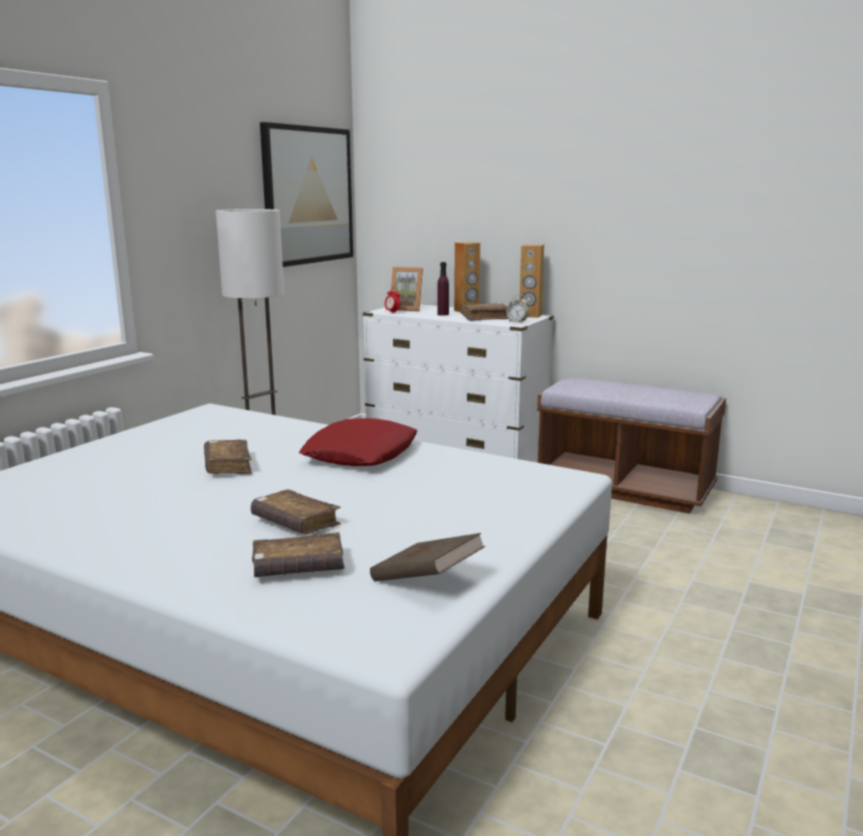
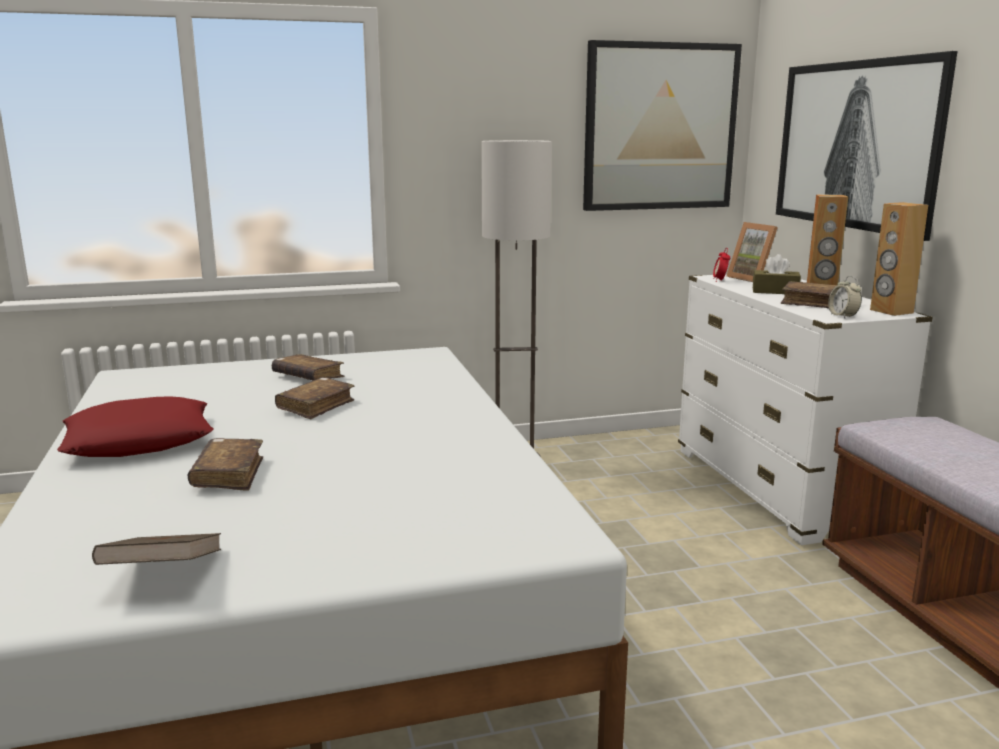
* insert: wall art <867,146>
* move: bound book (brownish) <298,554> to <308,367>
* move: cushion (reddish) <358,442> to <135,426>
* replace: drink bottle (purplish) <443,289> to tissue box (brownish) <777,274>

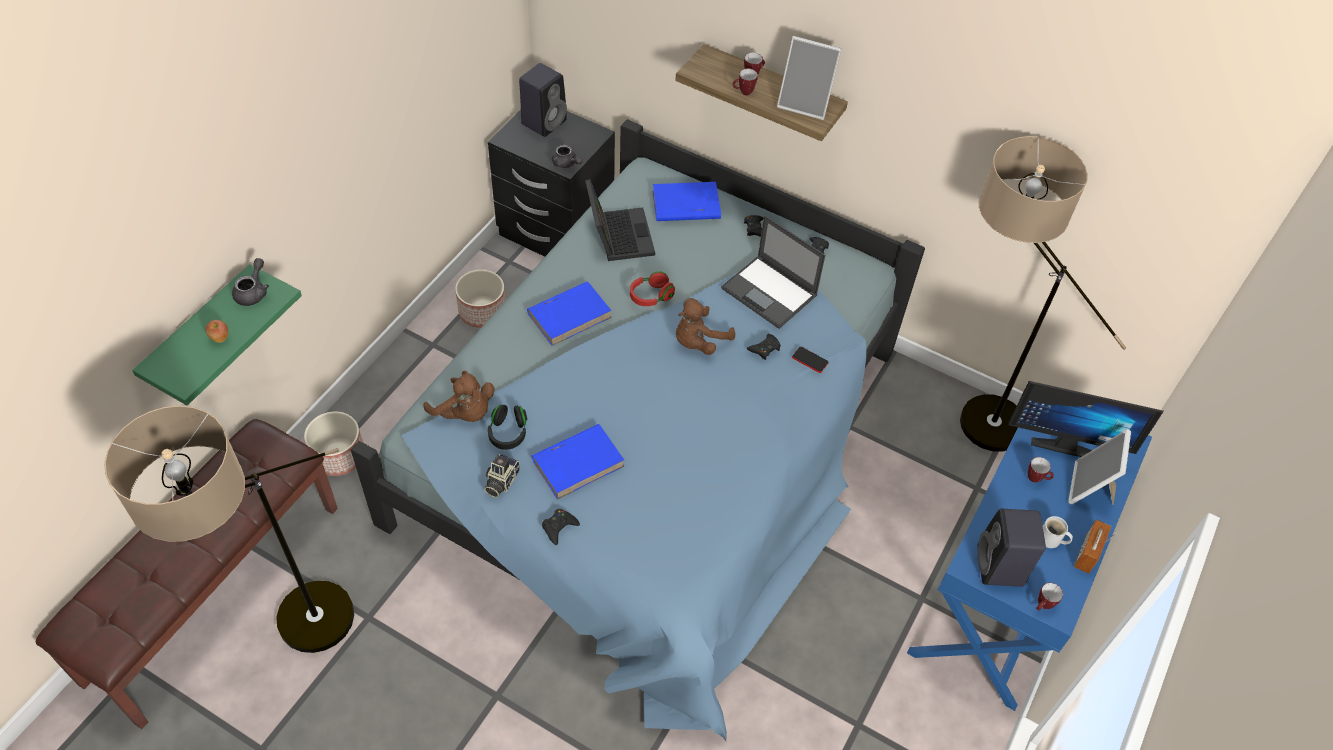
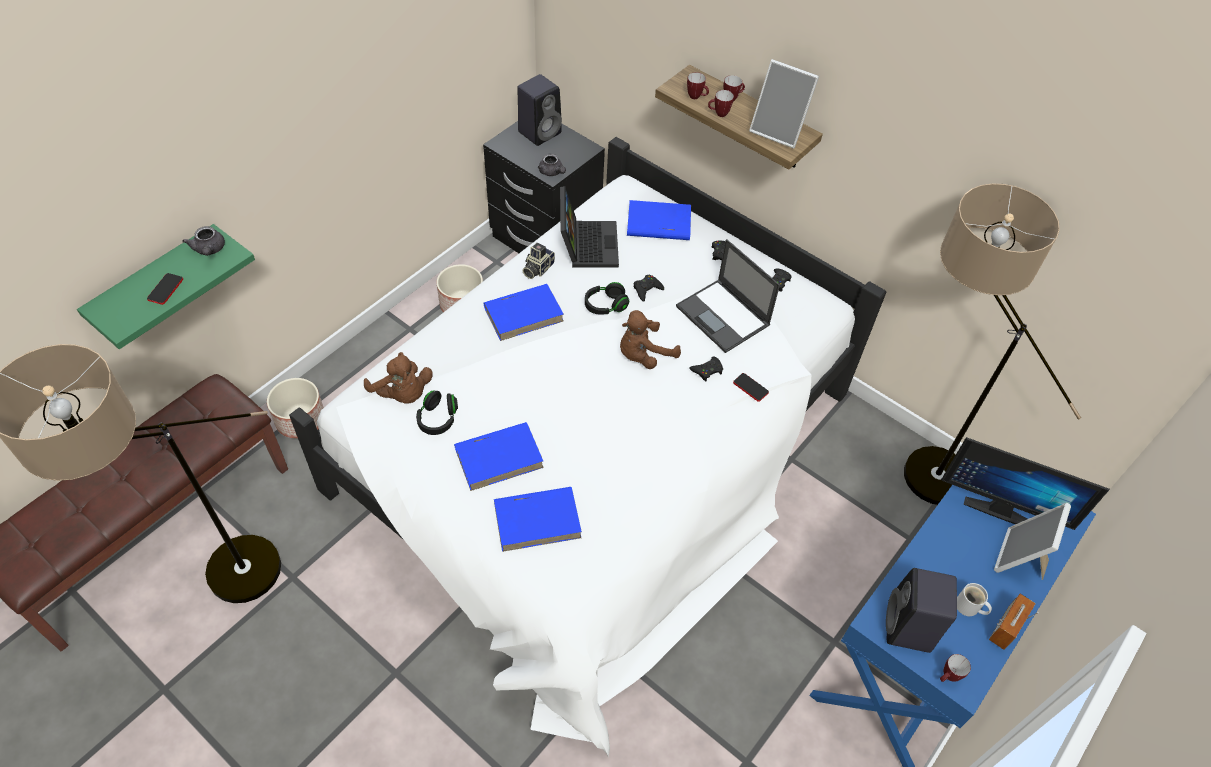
* insert: bound book (blue-coloured) <538,519>
* move: still camera <502,476> to <539,260>
* move: gamepad (black-coloured) <561,527> to <649,288>
* move: coffee mug <1041,470> to <698,85>
* replace: apple fruit <216,331> to phone <165,289>
* recolor: bedroom bed (blue-coloured) <638,430> to bedroom bed (whitish) <587,447>
* recolor: headphones (reddish) <652,288> to headphones (black-coloured) <607,298>
* rotate: teapot (gray) <250,282> = <203,241> 135 degrees clockwise

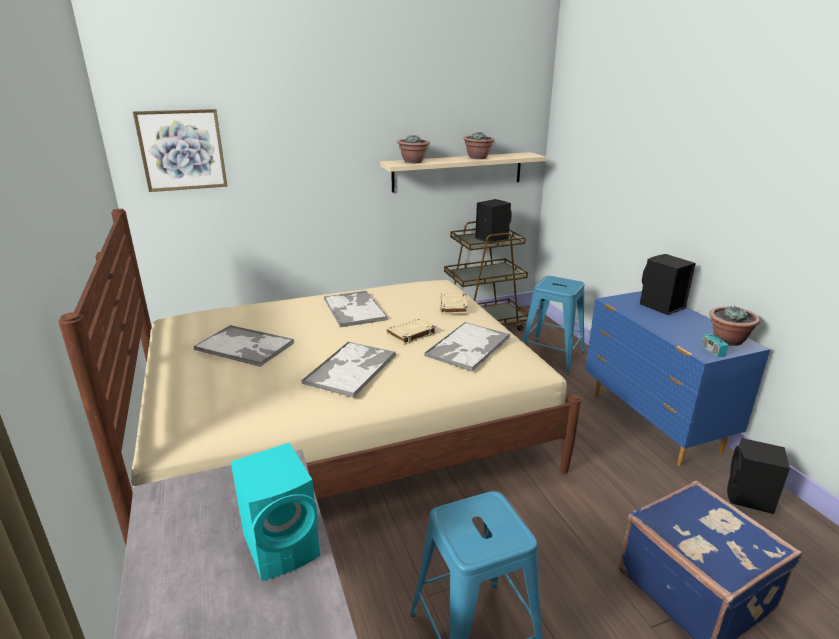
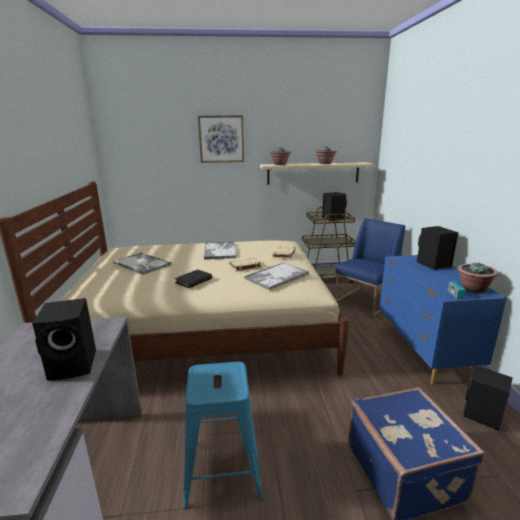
* move: wall art <180,150> to <221,139>
* replace: tray <348,369> to bound book (black-coloured) <193,278>
* replace: stool seat (blue-coloured) <553,325> to upright chair (blue-coloured) <370,267>
* recolor: audio speaker (turquoise-coloured) <275,511> to audio speaker (black-coloured) <64,339>

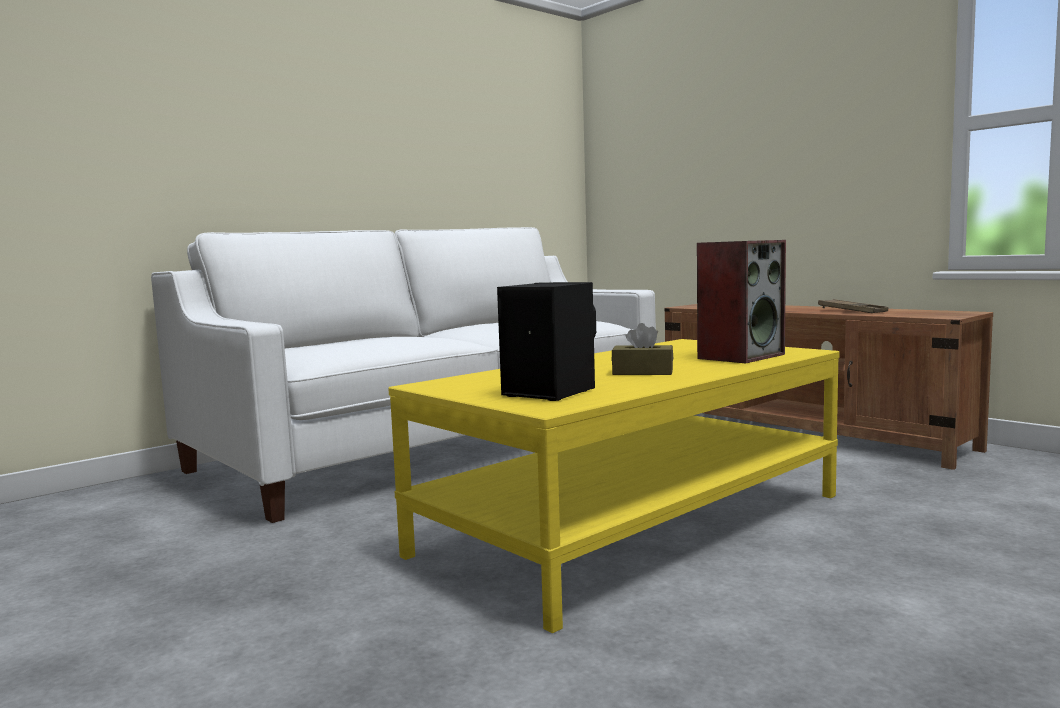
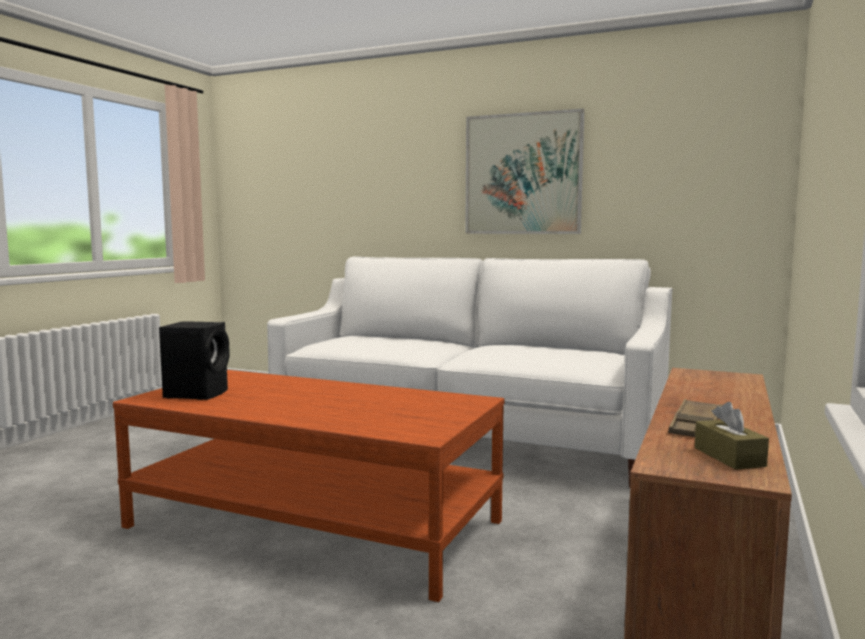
* delete: audio speaker <741,301>
* insert: wall art <524,171>
* move: tissue box (brownish) <642,349> to <732,436>
* recolor: coffee table (yellow) <614,486> to coffee table (brownish) <309,486>

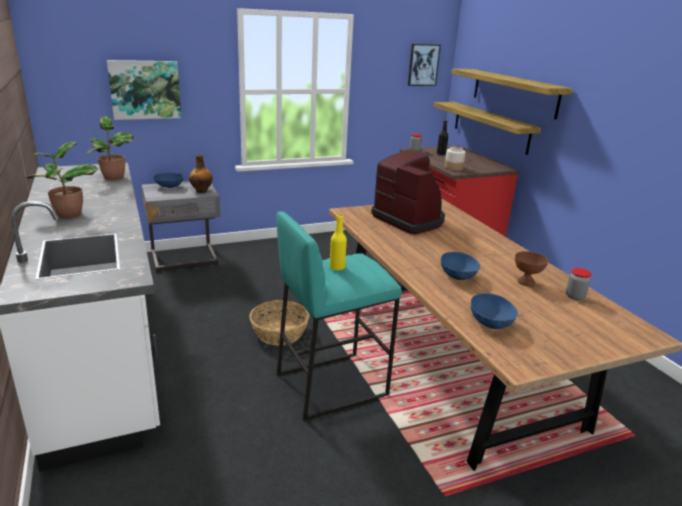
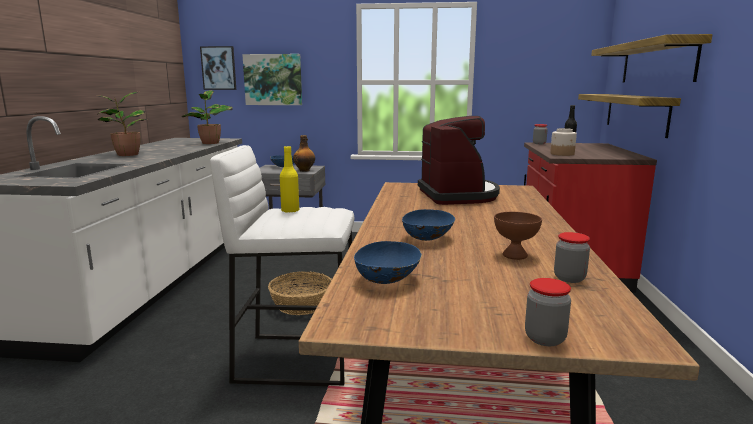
* insert: preserve jar <548,312>
* move: wall art <424,65> to <218,68>
* recolor: stool seat (turquoise-coloured) <339,316> to stool seat (whitish) <282,265>

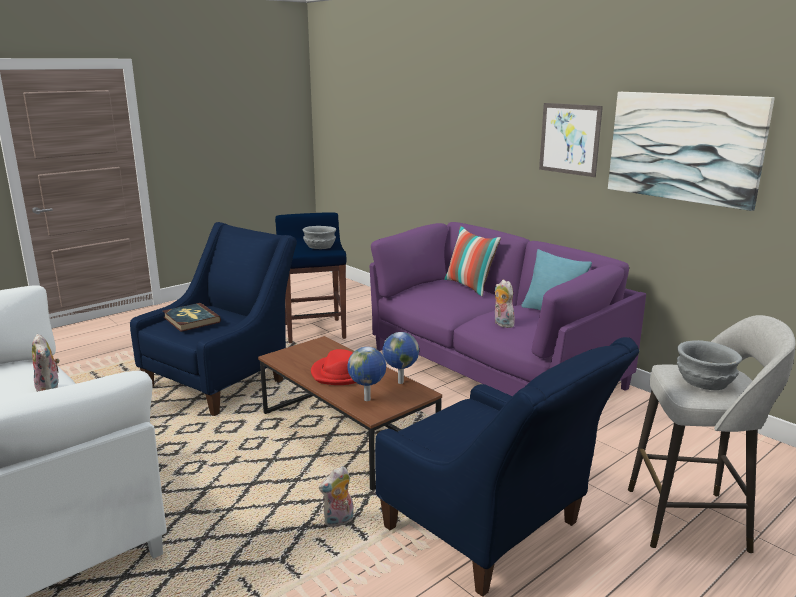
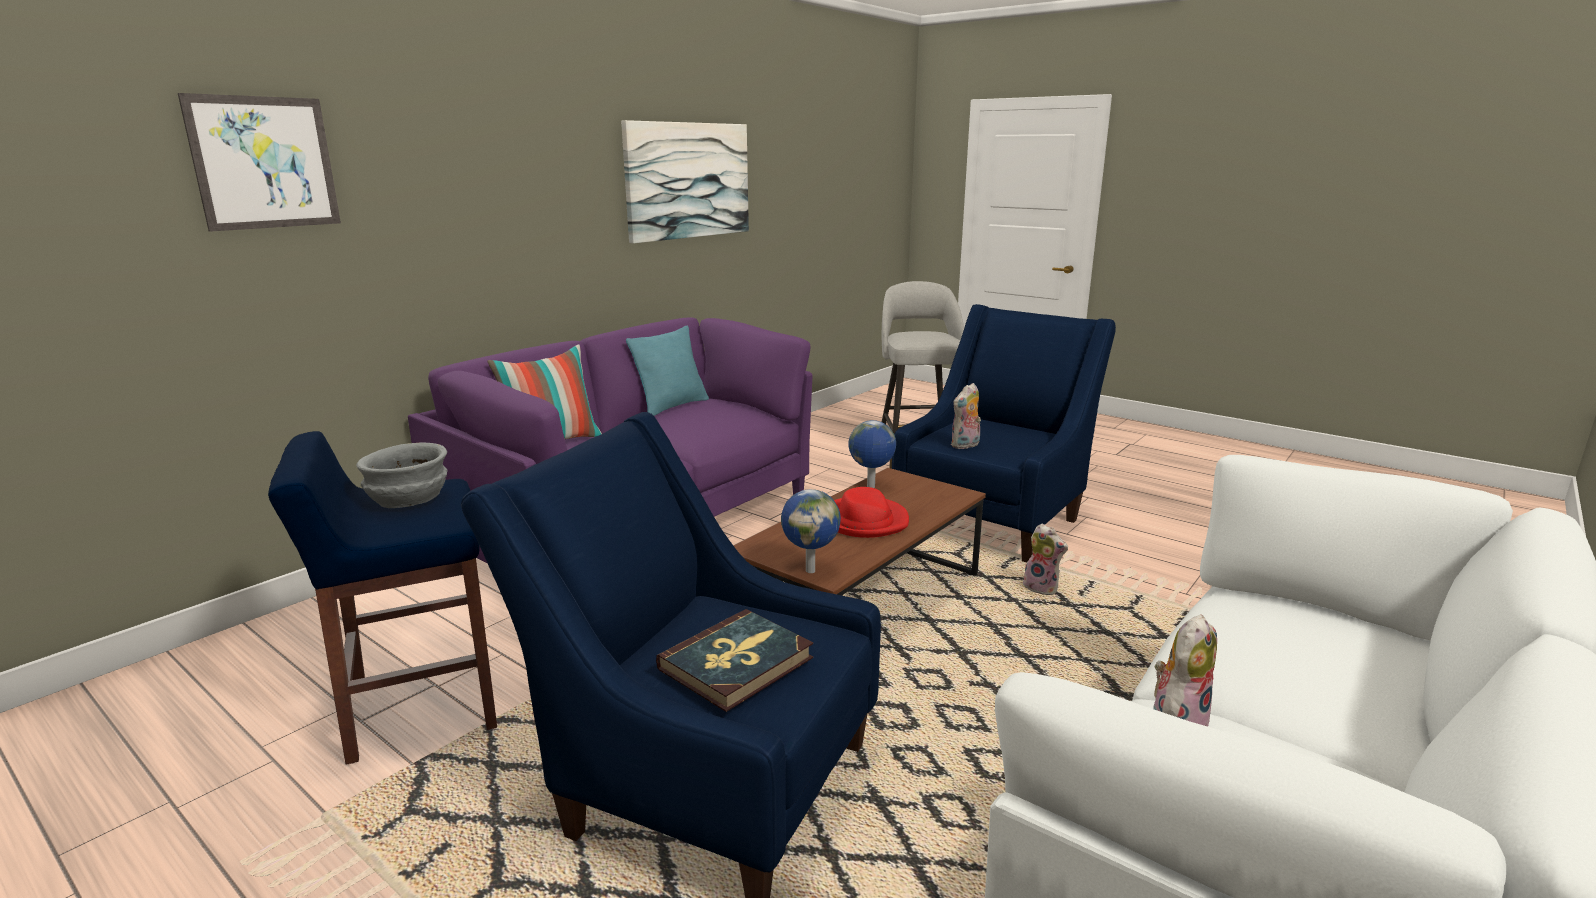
* delete: bowl (gray) <709,365>
* move: globe <366,374> to <811,531>
* move: soft toy <505,303> to <966,416>
* move: wall art <571,140> to <259,162>

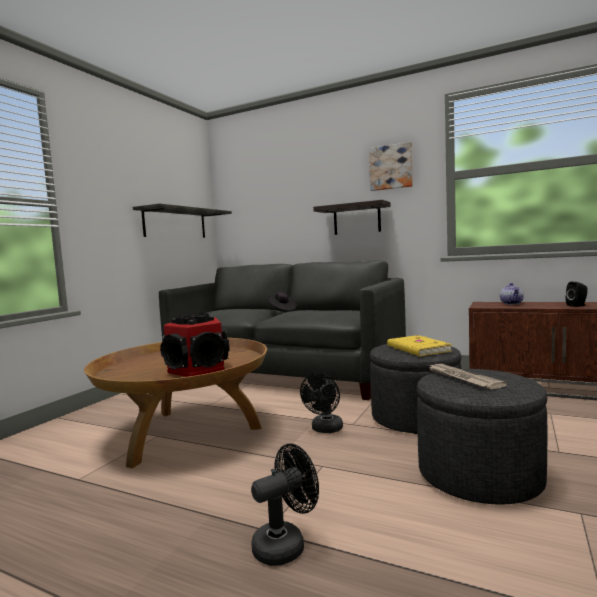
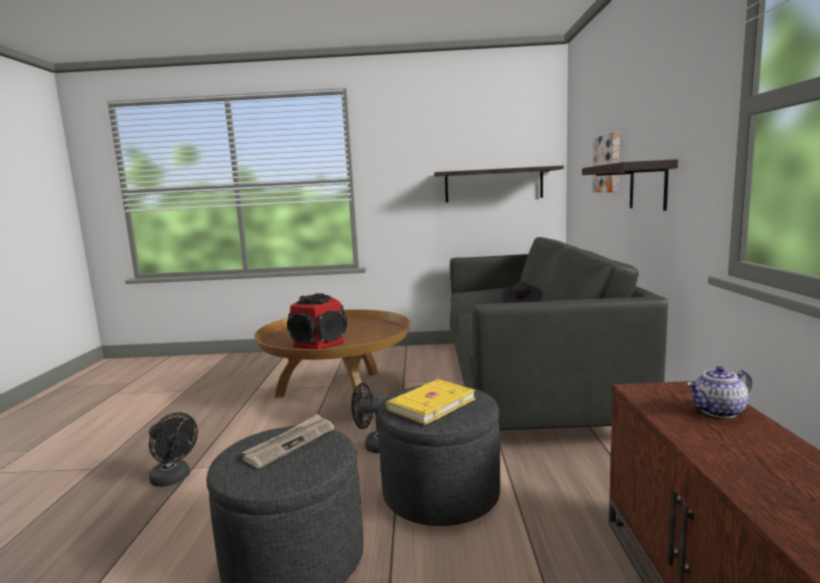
* delete: audio speaker (black-coloured) <576,294>
* move: wall art <391,166> to <606,162>

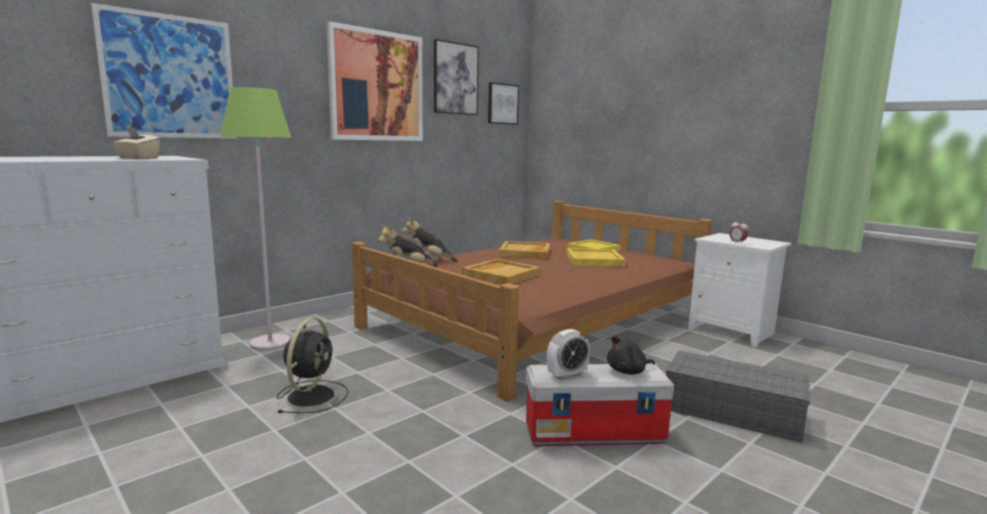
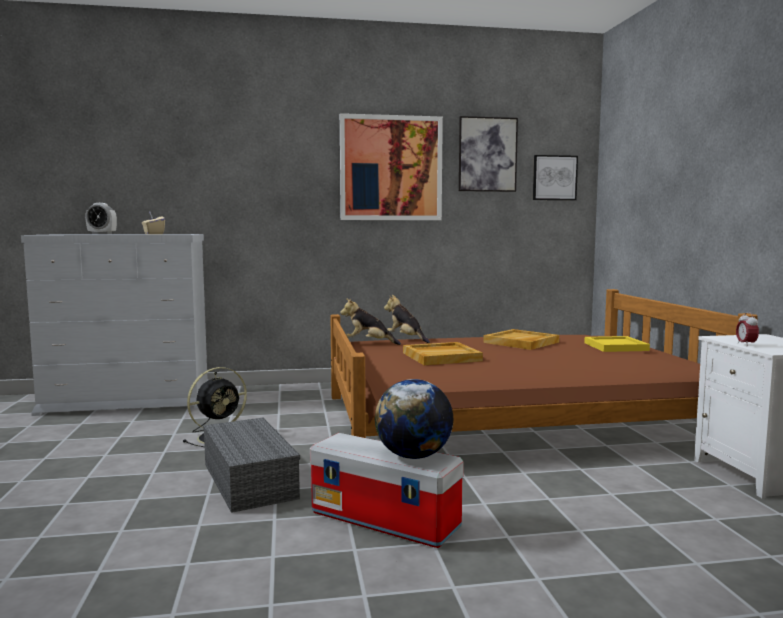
* delete: wall art <164,70>
* delete: floor lamp (greenish) <255,219>
* delete: tray (yellow) <596,257>
* move: bedside clock <568,354> to <101,219>
* move: storage container (gray) <738,396> to <251,465>
* replace: soft toy (black-coloured) <631,355> to globe <414,419>

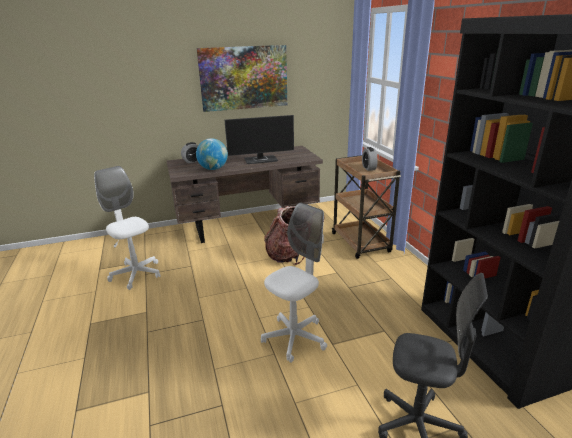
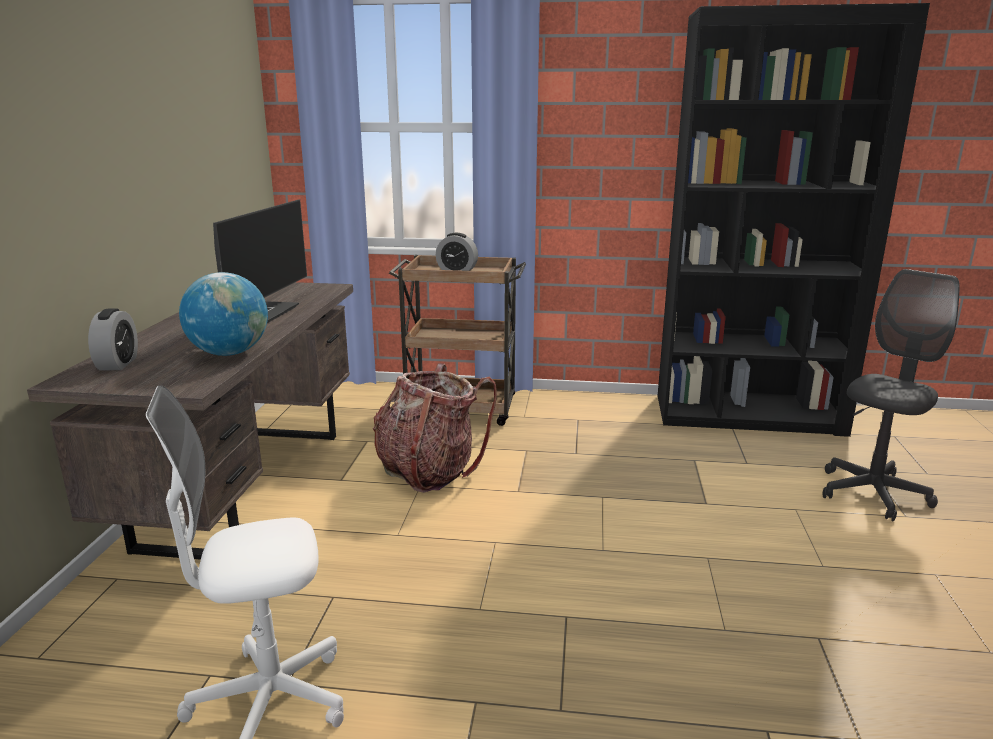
* delete: wall art <241,78>
* delete: computer chair (whitish) <294,282>

